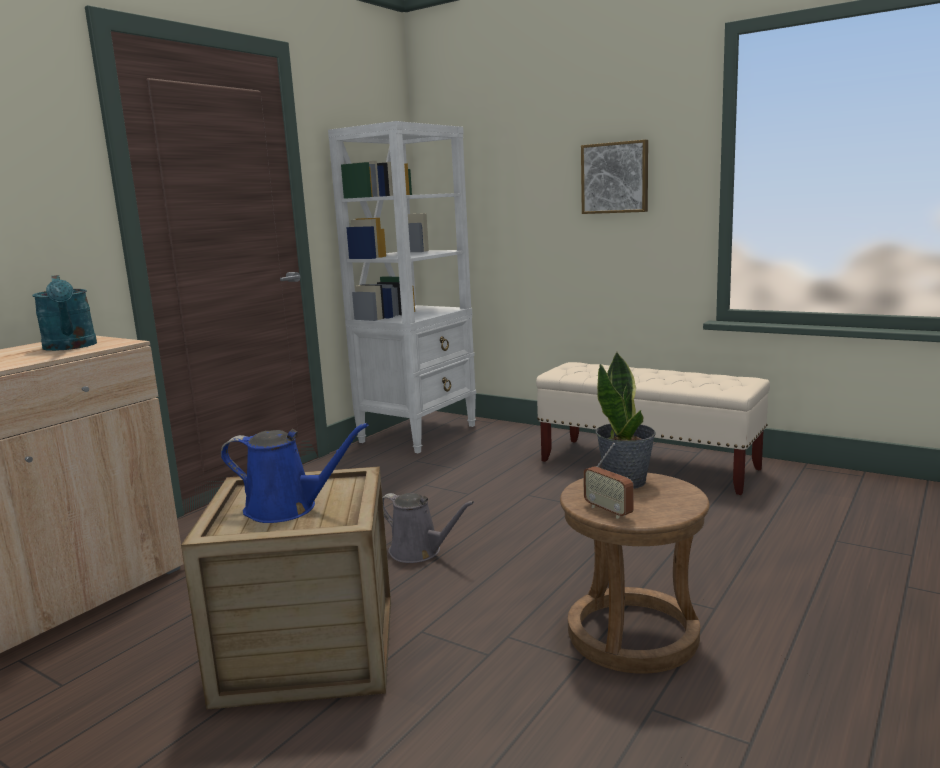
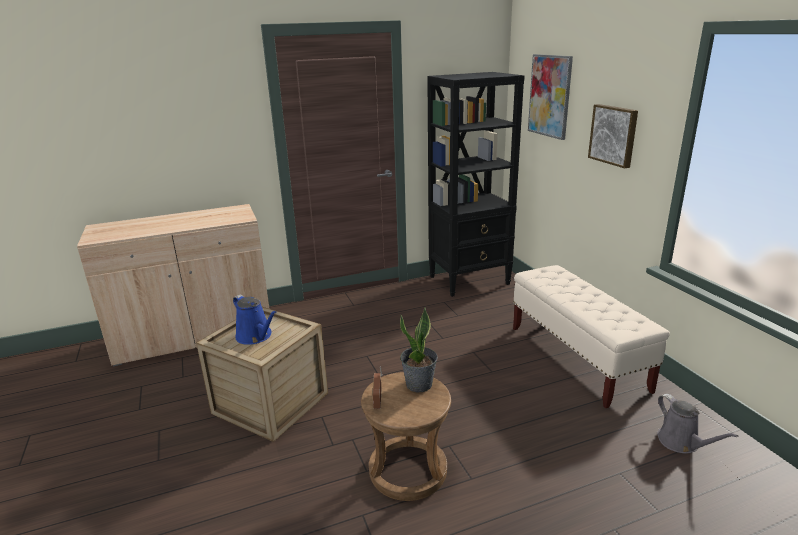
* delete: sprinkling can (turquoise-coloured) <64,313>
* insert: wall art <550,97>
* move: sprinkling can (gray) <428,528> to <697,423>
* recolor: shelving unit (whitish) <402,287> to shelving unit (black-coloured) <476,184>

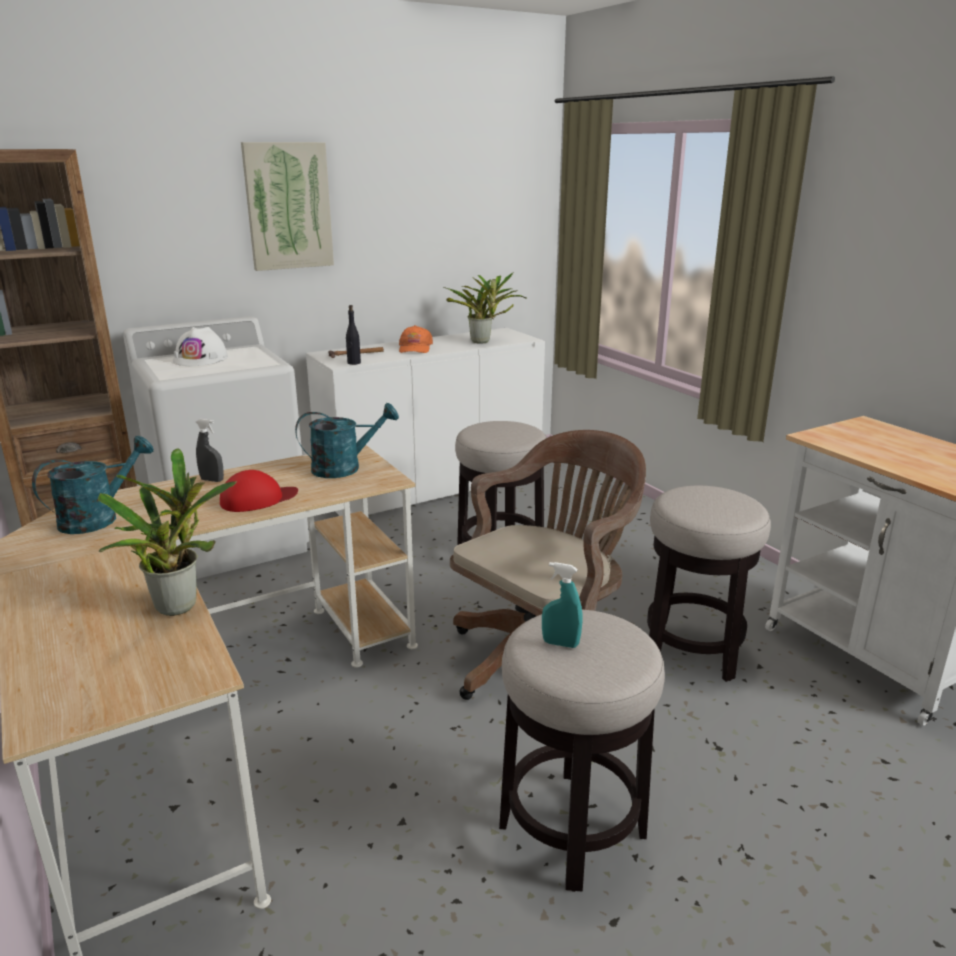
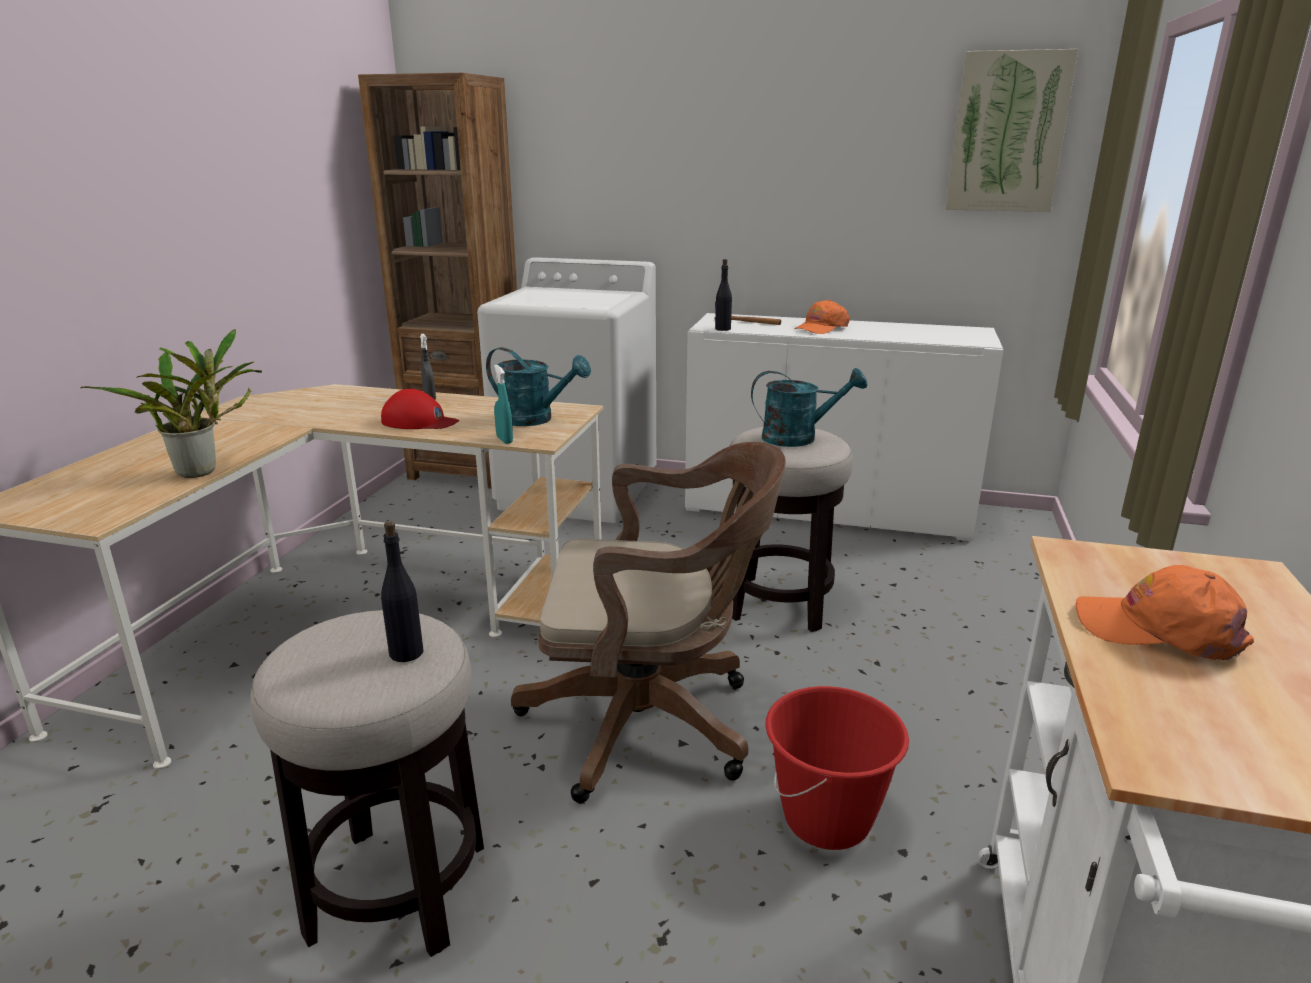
* delete: work helmet (whitish) <200,346>
* delete: plant in a pot <485,308>
* insert: drink bottle (black-coloured) <402,591>
* insert: peaked cap (orange) <1164,613>
* move: sprinkling can (turquoise-coloured) <93,485> to <809,407>
* move: wall art <287,206> to <1012,130>
* move: sprayer (turquoise-coloured) <562,605> to <503,404>
* replace: stool seat <709,584> to water bucket (reddish) <837,768>

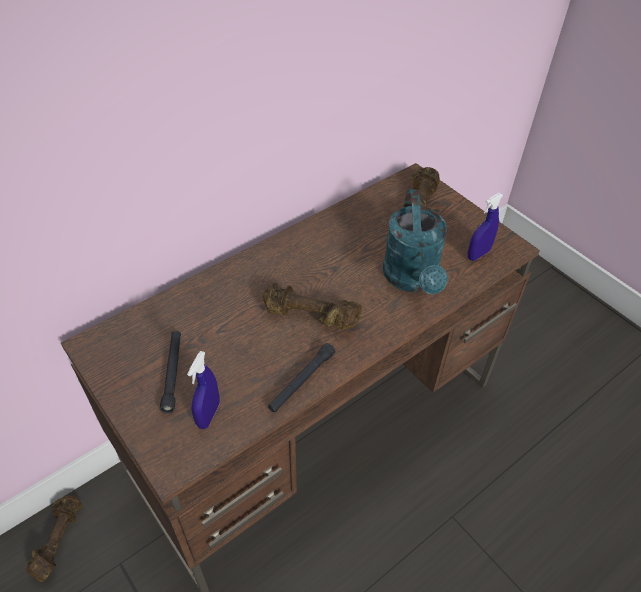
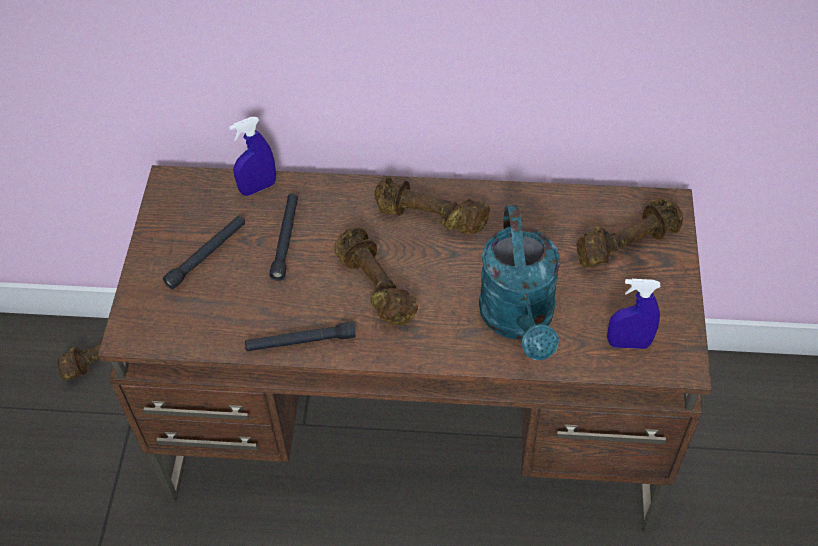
* insert: torch (black-coloured) <283,237>
* insert: free weight (brownish) <432,205>
* move: sprayer (blue-coloured) <203,390> to <252,156>
* rotate: sprinkling can (turquoise-coloured) <415,241> = <519,282> 45 degrees counterclockwise

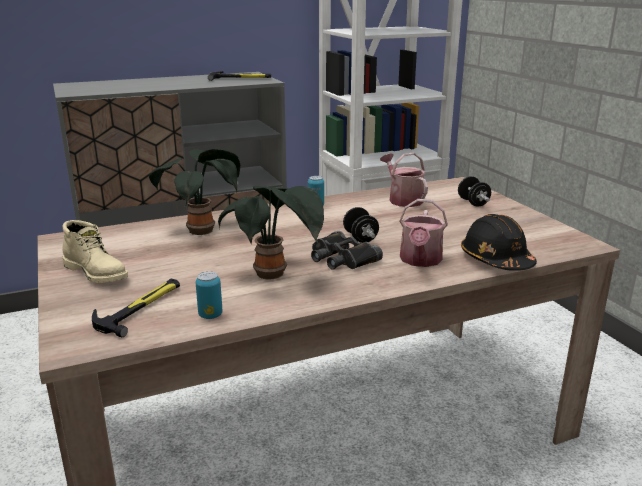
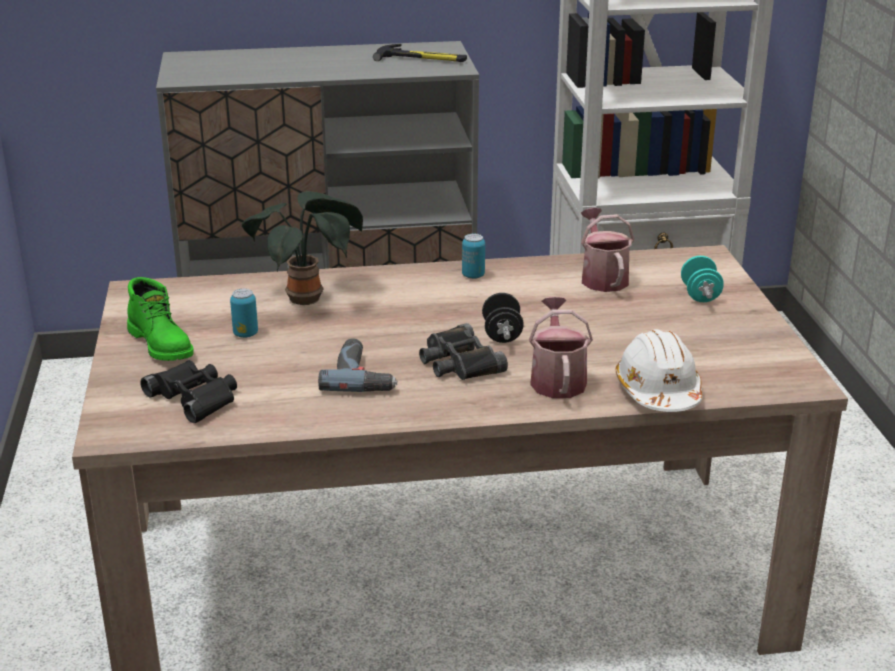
* move: can <209,295> to <244,313>
* replace: hammer <136,308> to binoculars (black-coloured) <188,391>
* replace: plant in a pot <271,233> to drill <358,365>
* recolor: tall boot (beige-coloured) <95,251> to tall boot (greenish) <160,319>
* recolor: free weight (black-coloured) <474,191> to free weight (turquoise-coloured) <702,279>
* recolor: work helmet (black-coloured) <499,242> to work helmet (whitish) <659,370>
* rotate: sprinkling can <423,233> = <561,347> 150 degrees clockwise

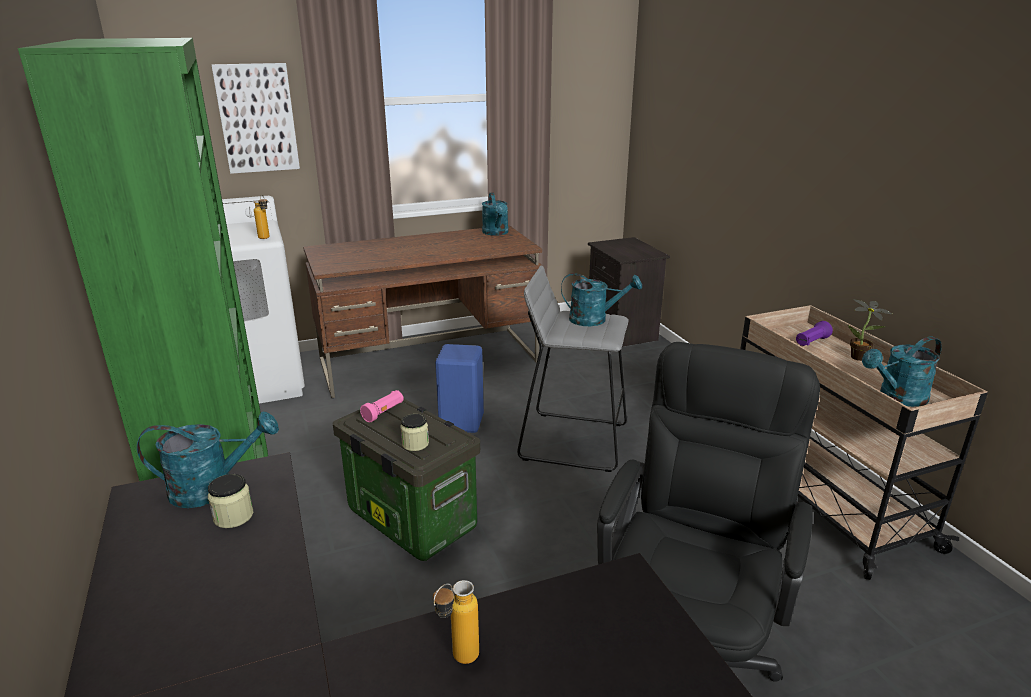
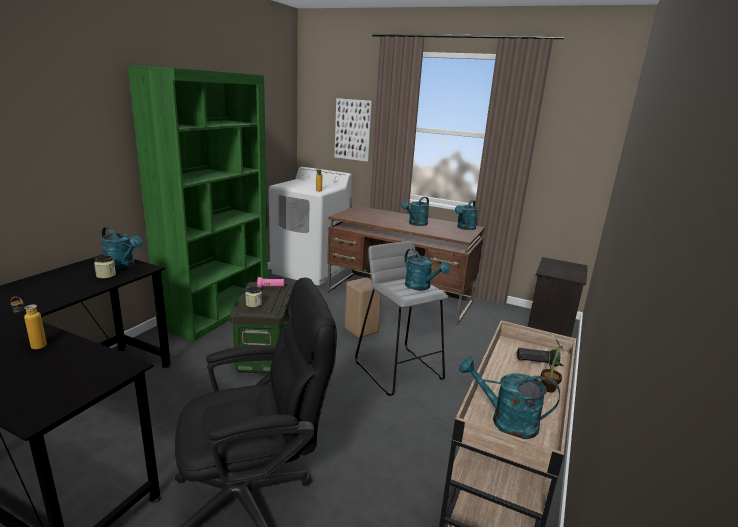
* insert: sprinkling can (turquoise-coloured) <415,211>
* recolor: stool seat (blue-coloured) <459,388> to stool seat (beige-coloured) <362,307>
* recolor: torch (purplish) <814,333> to torch (black-coloured) <538,357>

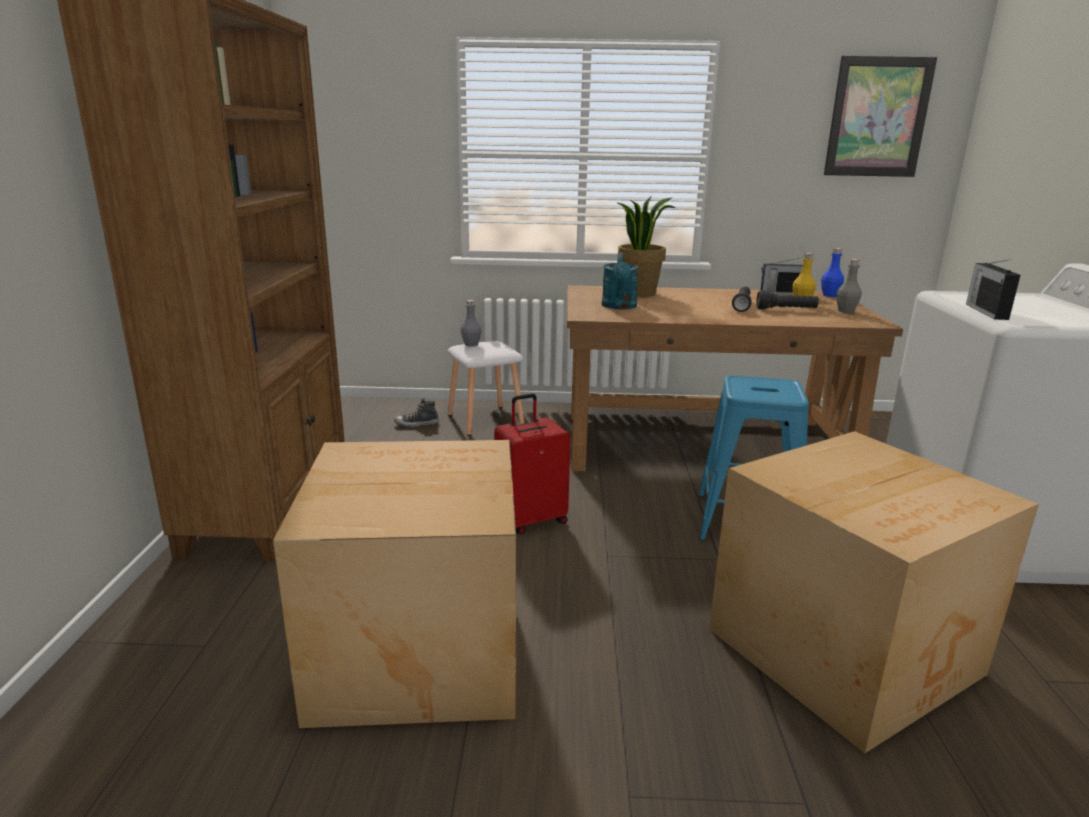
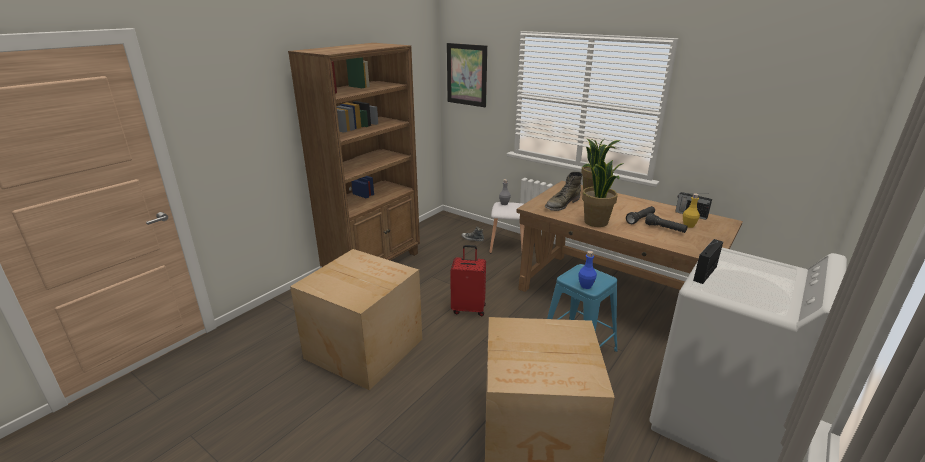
* delete: drink bottle (gray) <849,286>
* insert: plant in a pot <603,193>
* move: drink bottle (blue-coloured) <832,272> to <587,270>
* move: wall art <880,116> to <467,75>
* replace: sprinkling can (turquoise-coloured) <620,280> to tall boot (greenish) <564,191>

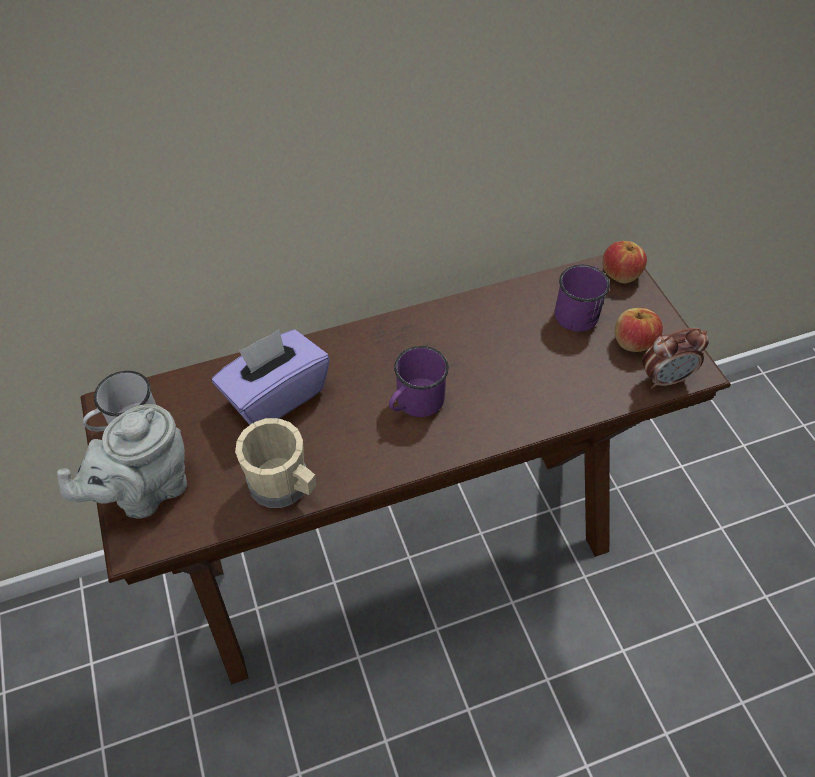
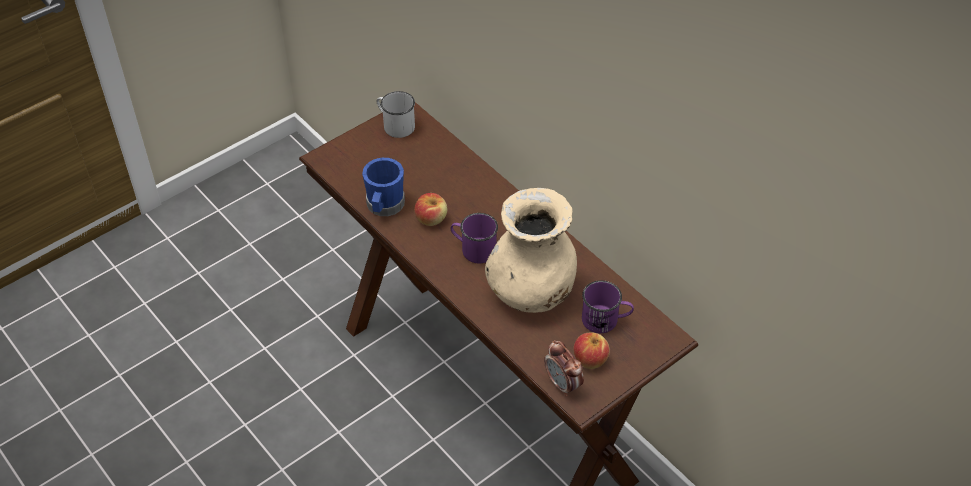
* delete: teapot (gray) <122,461>
* delete: tissue box (purplish) <271,377>
* insert: decorative vase (beige-coloured) <531,250>
* move: apple fruit <624,262> to <430,209>
* recolor: coffee mug (beige-coloured) <275,463> to coffee mug (blue-coloured) <383,187>

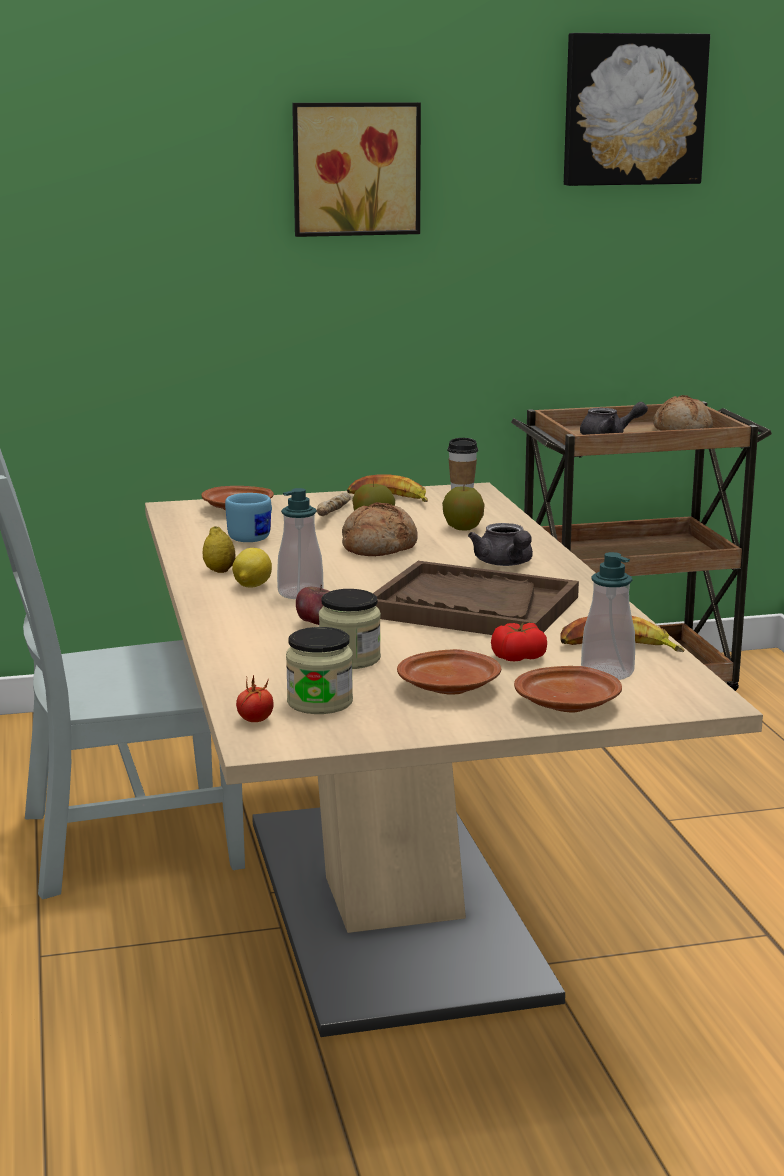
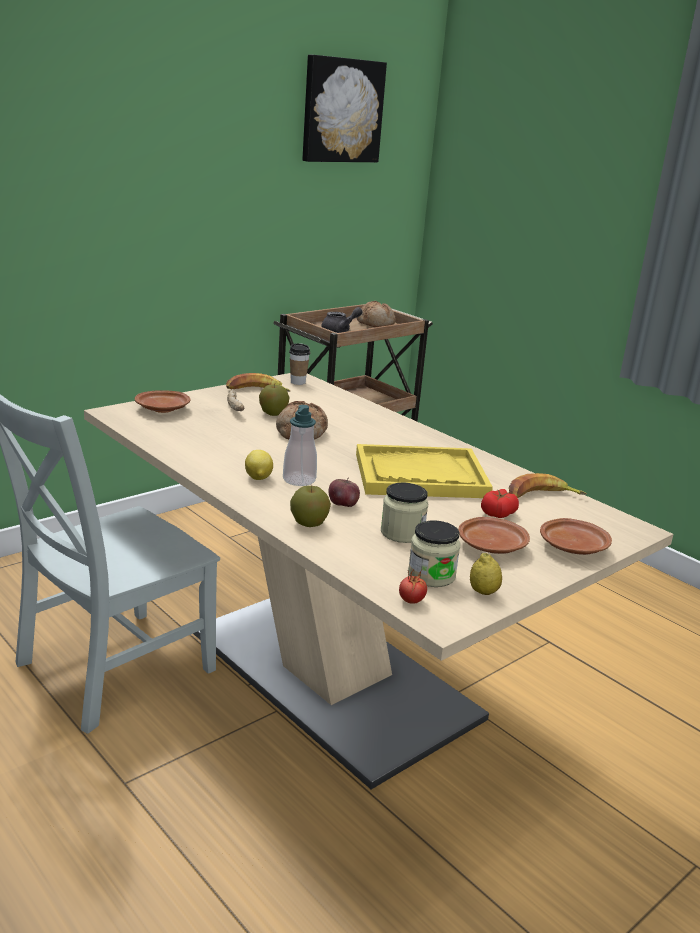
* delete: coffee mug (blue-coloured) <248,517>
* delete: wall art <356,169>
* delete: teapot (gray) <500,544>
* delete: liquid soap bottle <608,616>
* move: lemon <219,549> to <486,574>
* move: apple fruit <463,508> to <310,506>
* recolor: tray (brownish) <476,598> to tray (yellow) <424,471>

